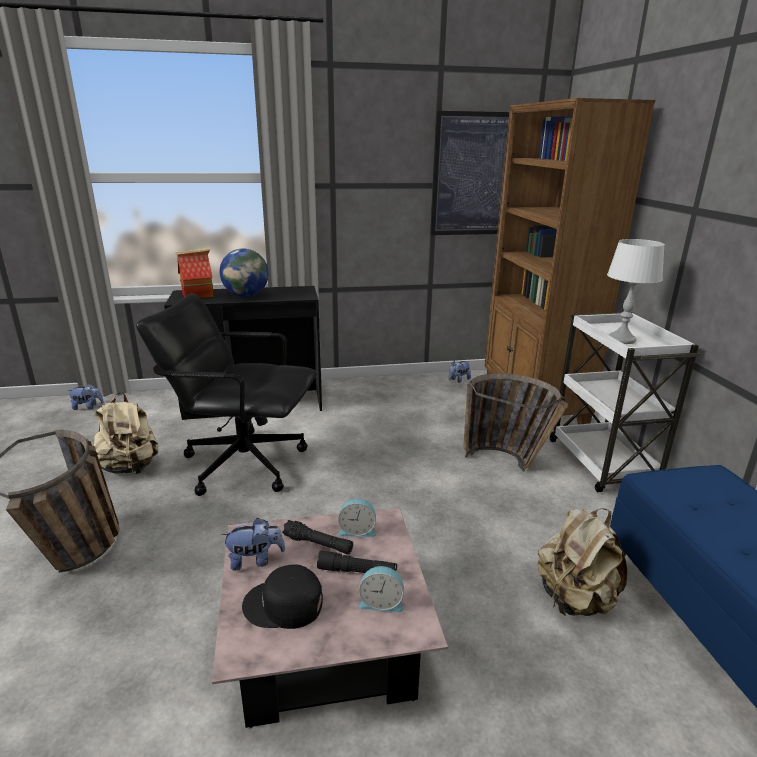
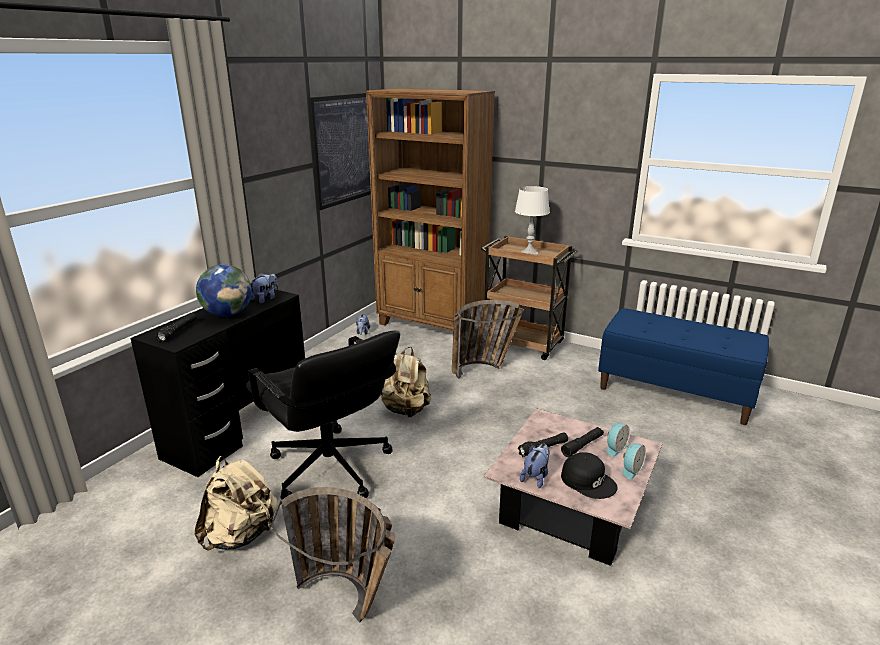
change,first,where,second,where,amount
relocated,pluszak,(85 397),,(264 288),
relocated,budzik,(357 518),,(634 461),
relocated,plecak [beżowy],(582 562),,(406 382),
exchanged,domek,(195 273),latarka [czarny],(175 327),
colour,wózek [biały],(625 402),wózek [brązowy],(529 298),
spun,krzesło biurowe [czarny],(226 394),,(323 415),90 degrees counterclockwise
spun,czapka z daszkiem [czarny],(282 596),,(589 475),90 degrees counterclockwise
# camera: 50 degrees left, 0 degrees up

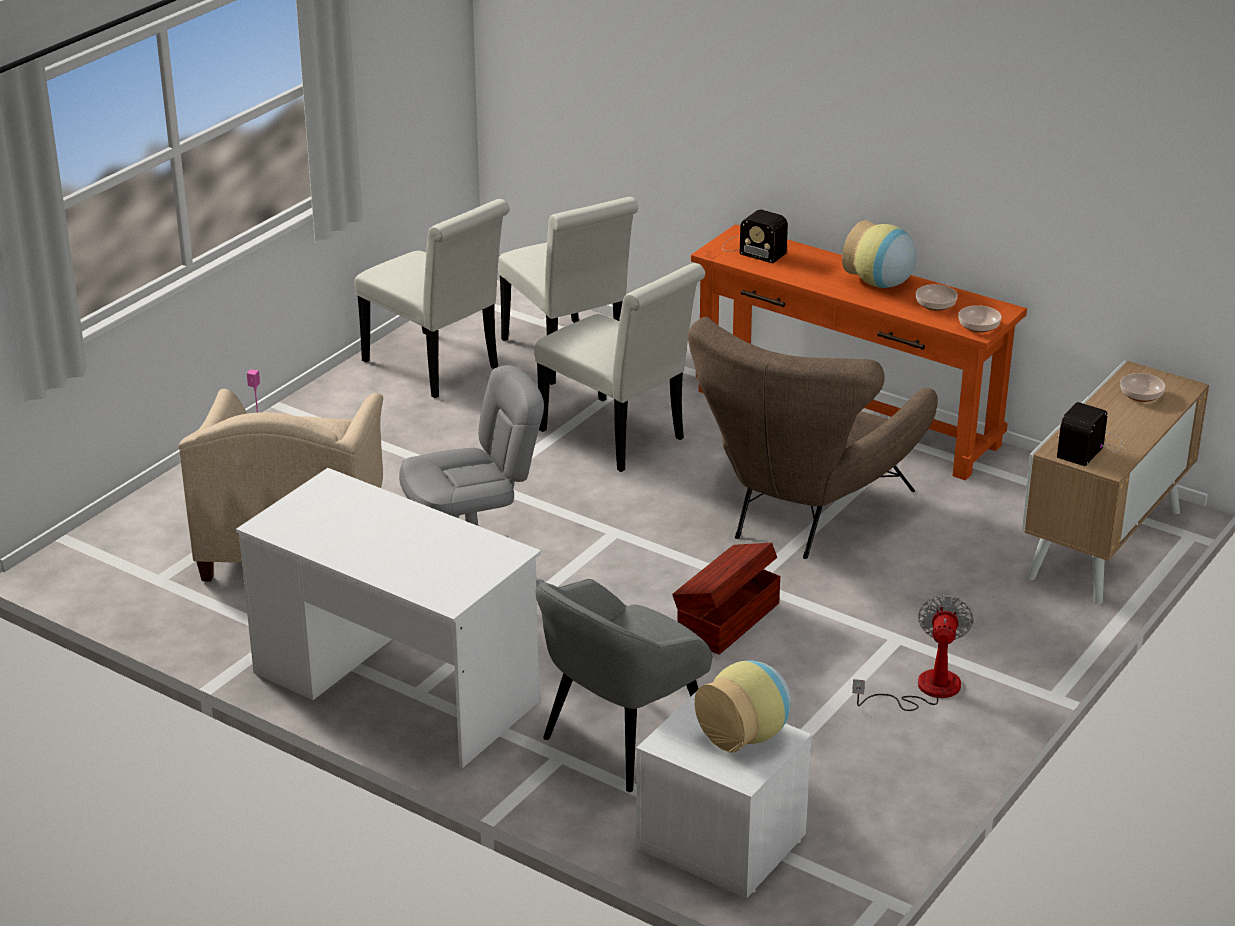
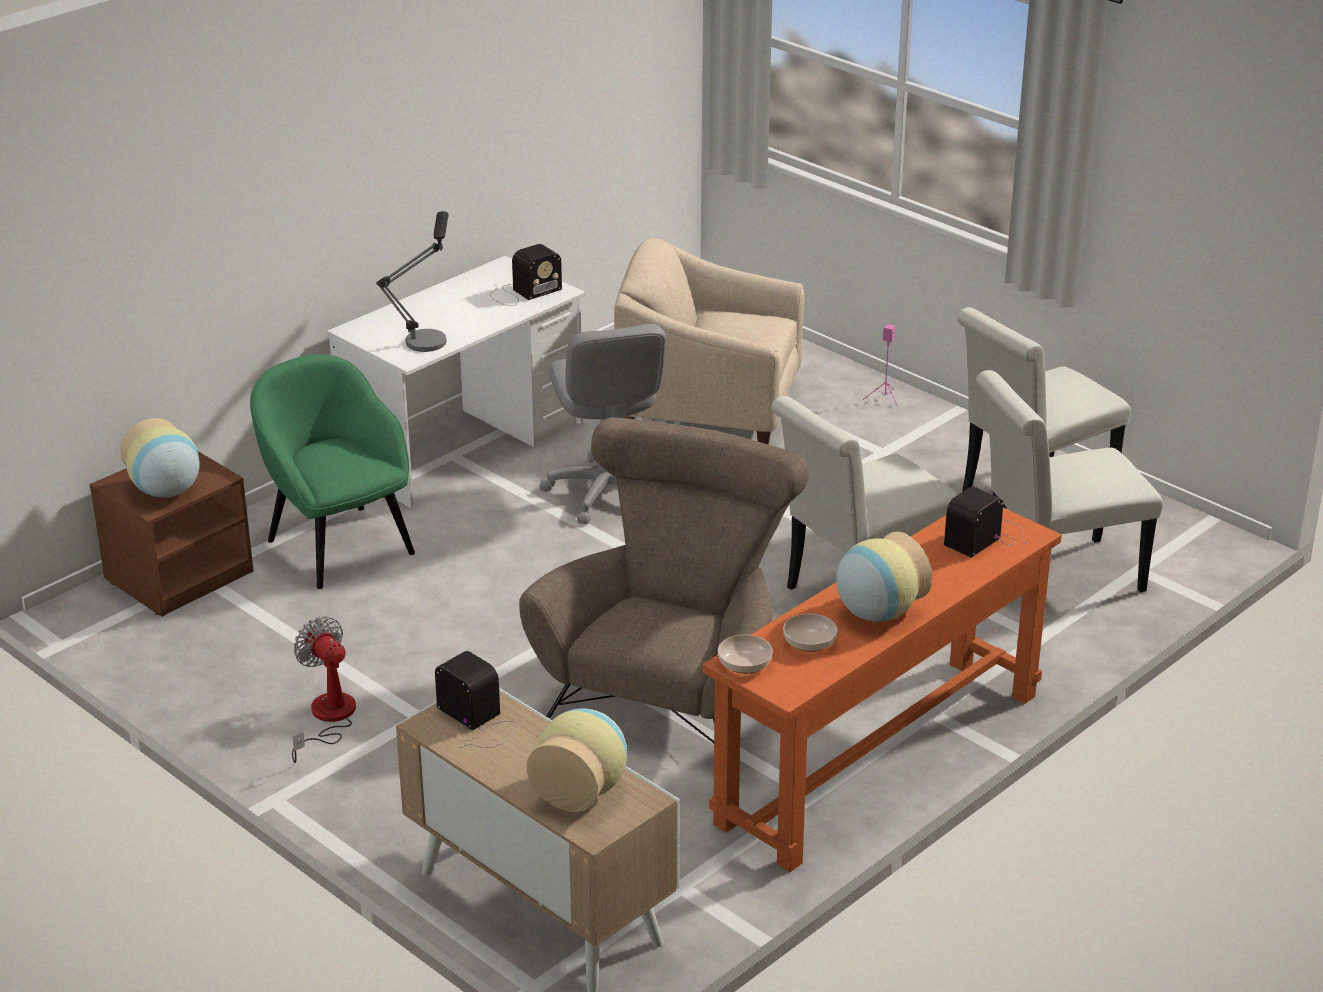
change,first,where,second,where,amount
missing,pojemnik do przechowywania [brązowy],(726 599),,,
appeared,,,lampa stołowa,(412 281),
appeared,,,radio,(526 275),
exchanged,miska,(1142 387),wazon,(577 760),
colour,fotel [szary],(624 685),fotel [zielony],(332 471),
colour,szafka nocna [biały],(724 794),szafka nocna [brązowy],(172 534),
spun,fotel [brązowy],(813 438),,(664 580),75 degrees clockwise
spun,wentylator,(912 653),,(324 689),150 degrees counterclockwise
# camera: 100 degrees right, 0 degrees up

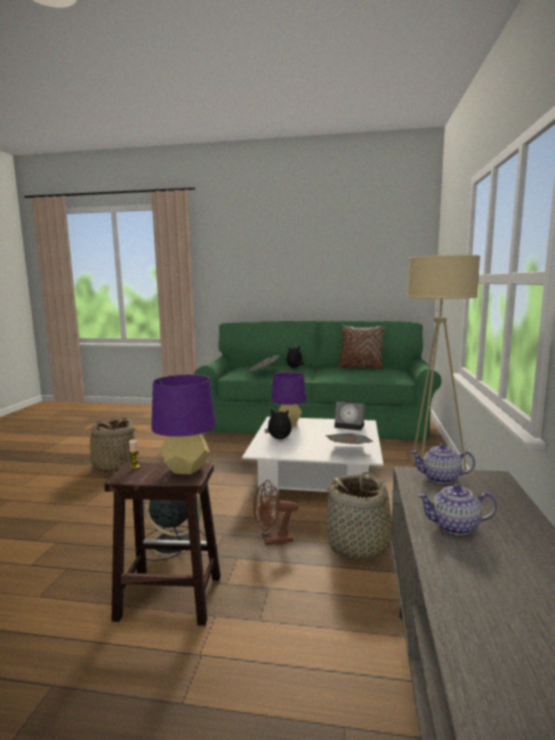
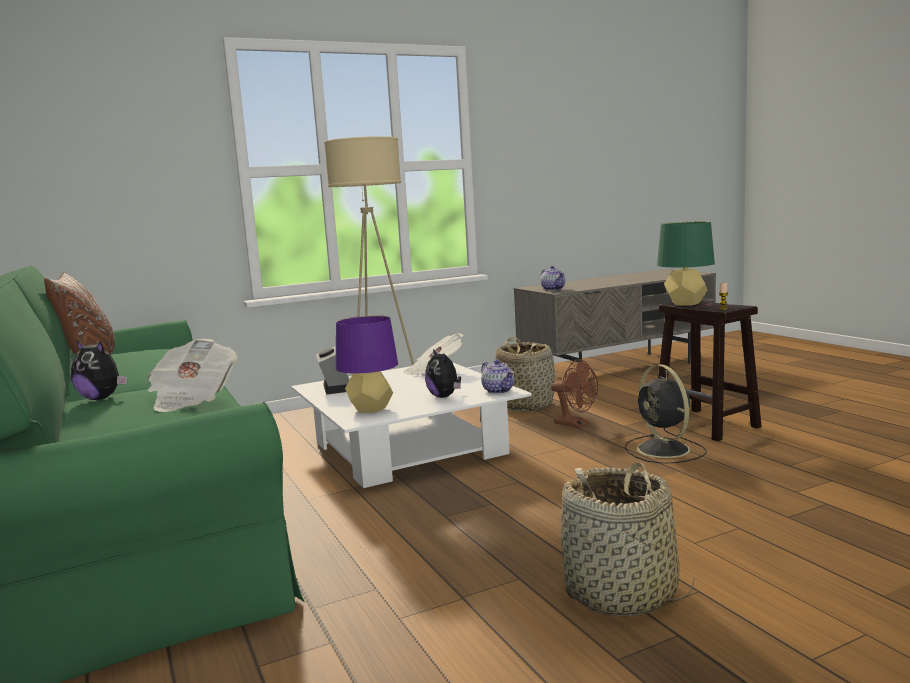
change,first,where,second,where,amount
relocated,imbryk,(457 509),,(497 376),
colour,lampa stołowa [fioletowy],(183 424),lampa stołowa [zielony],(686 263),
# camera: 125 degrees left, 0 degrees up

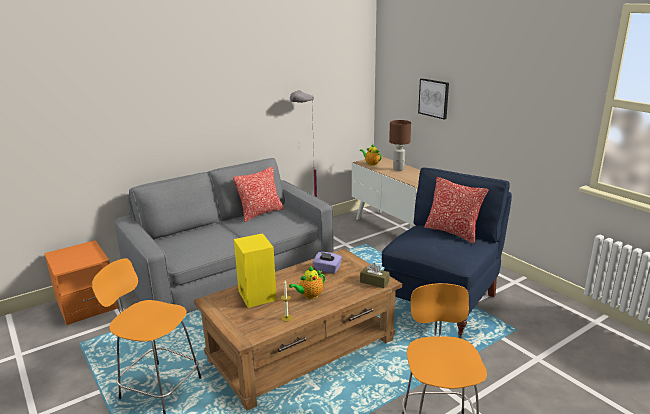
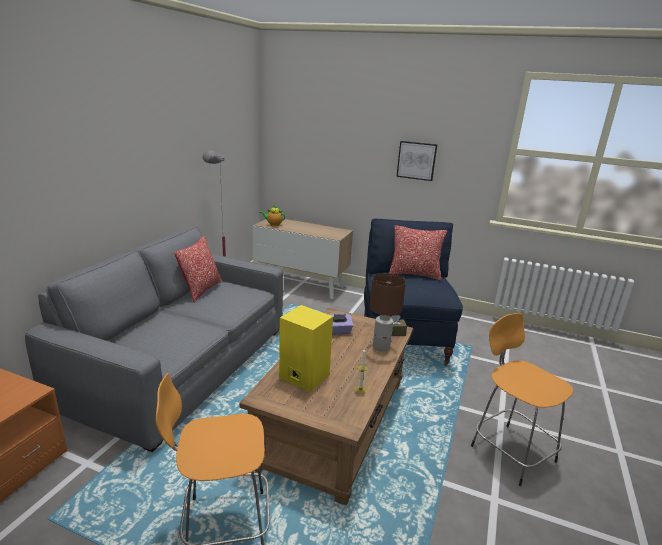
change,first,where,second,where,amount
missing,imbryk,(307 282),,,
relocated,lampa stołowa [brązowy],(400 145),,(388 312),
relocated,obraz,(433 98),,(416 161),
# camera: 35 degrees left, 0 degrees up

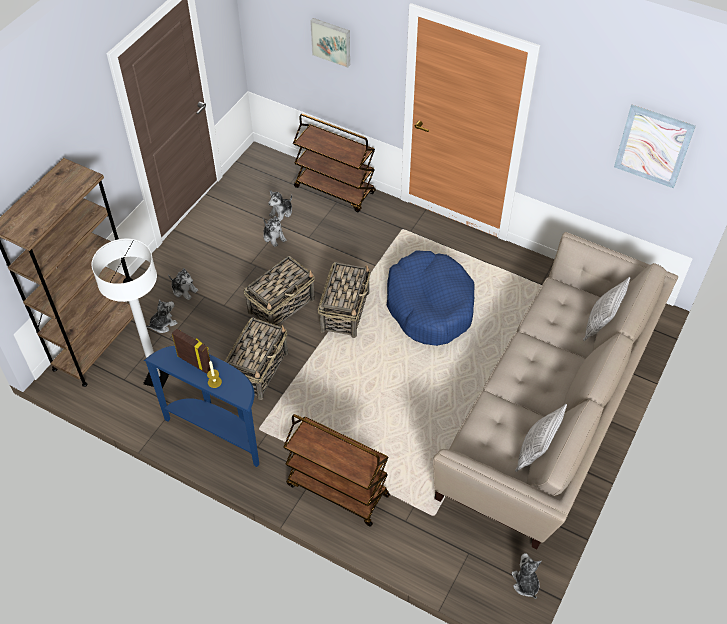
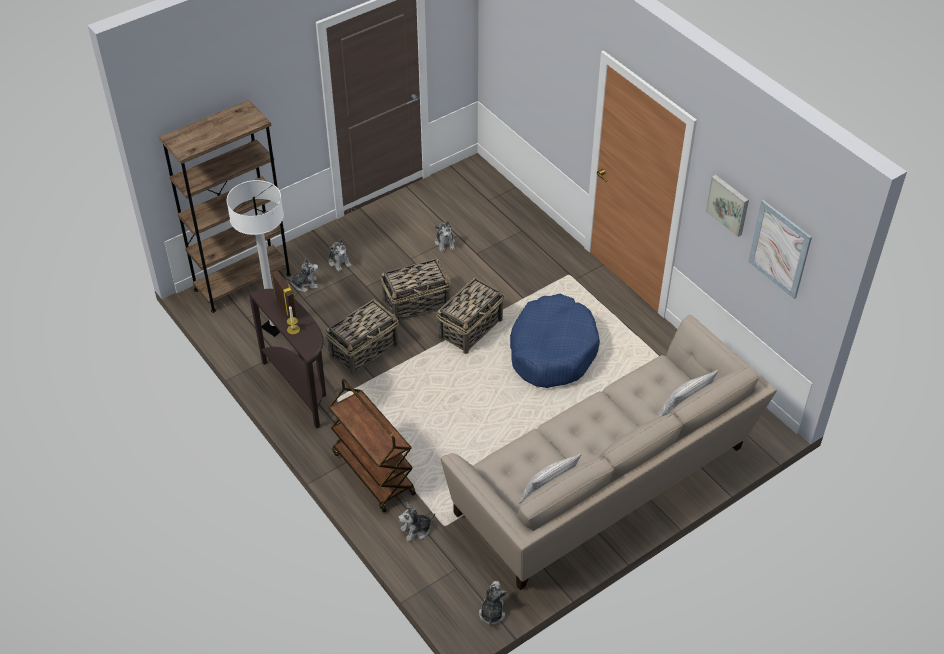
change,first,where,second,where,amount
missing,wózek [brązowy],(334 163),,,
relocated,pluszak,(280 205),,(416 522),
relocated,obraz,(330 43),,(727 206),
colour,stolik konsolowy [niebieski],(201 406),stolik konsolowy [brązowy],(287 359),
# camera: 25 degrees right, 5 degrees down

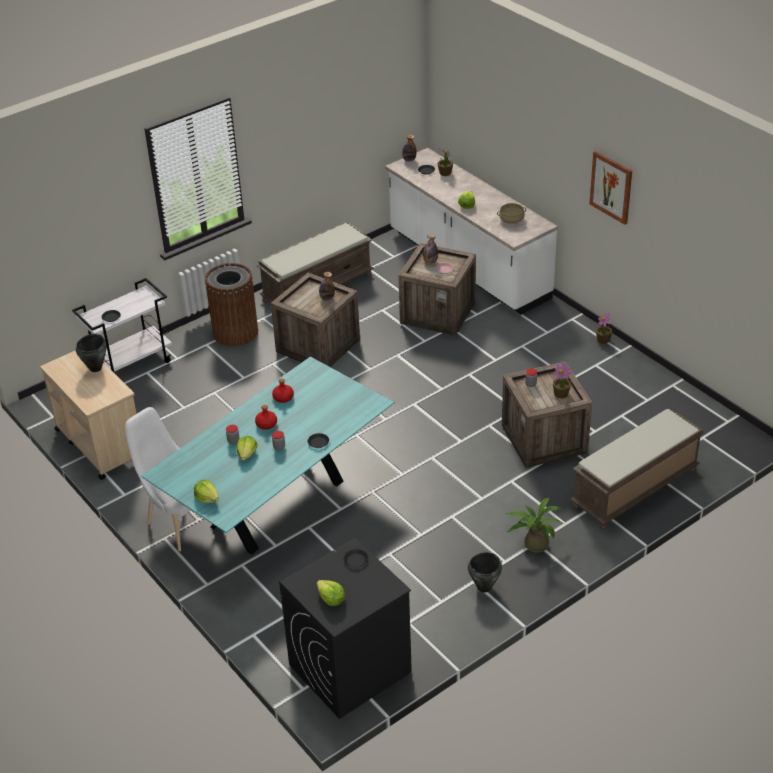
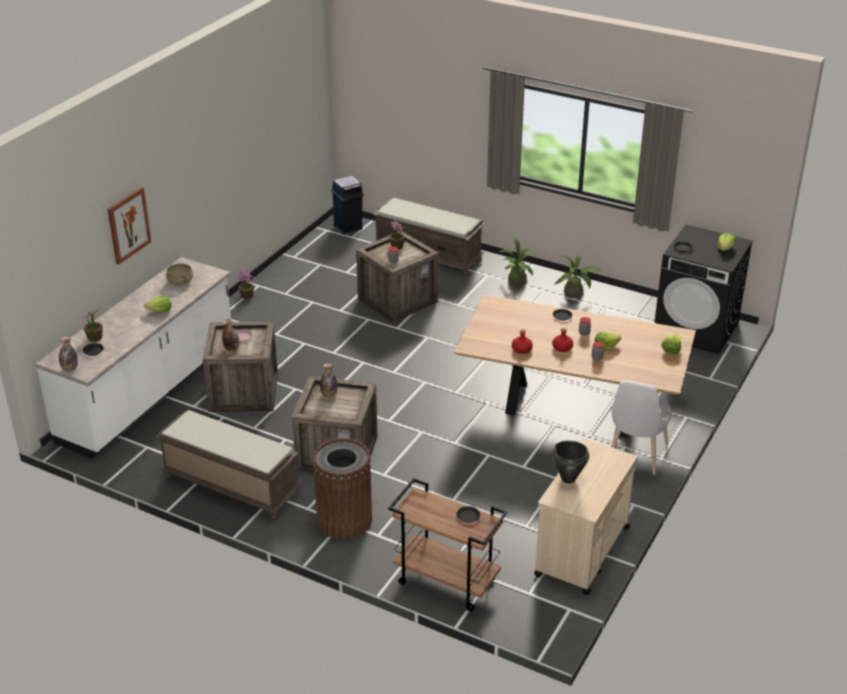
change,first,where,second,where,amount
appeared,,,kosz na śmieci [niebieski],(347 205),
relocated,obraz,(610 188),,(129 226),
exchanged,garnek [czarny],(485 572),roślina doniczkowa,(578 276),
colour,wózek [biały],(122 325),wózek [brązowy],(447 545),
colour,stół jadalny [turkusowy],(268 455),stół jadalny [brązowy],(575 366),
# camera: 115 degrees left, 5 degrees down

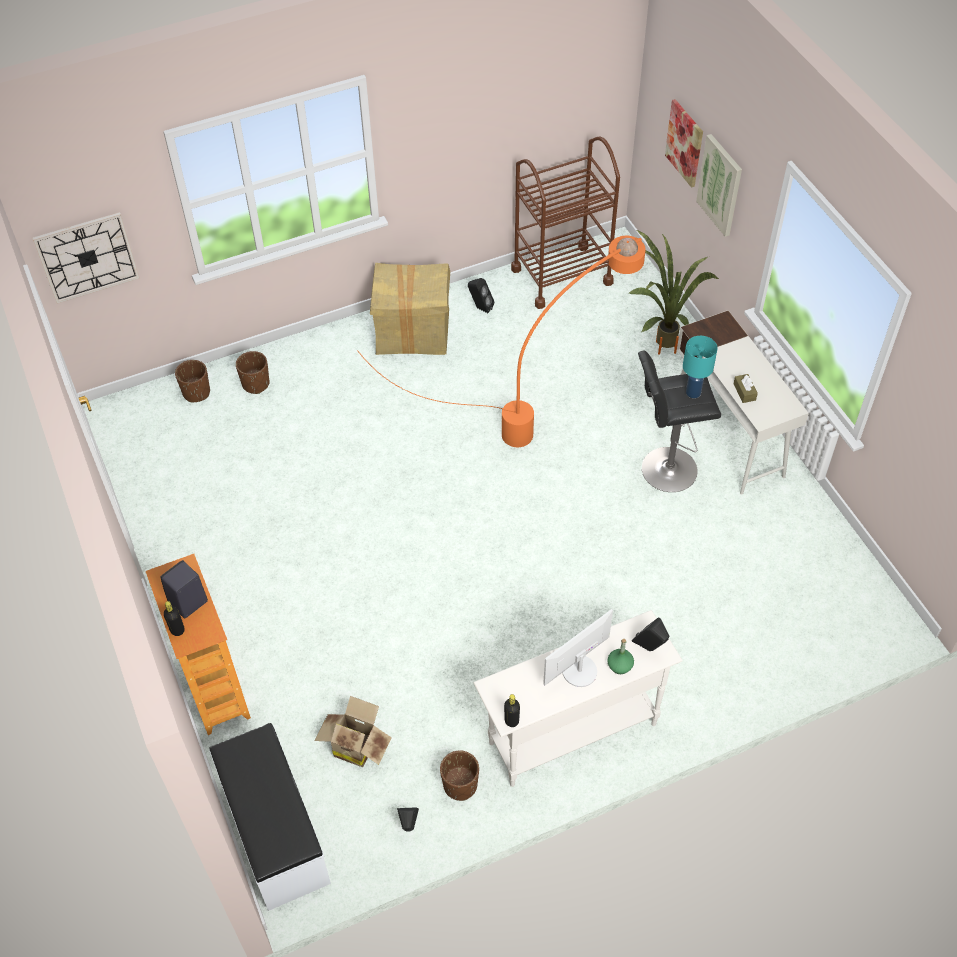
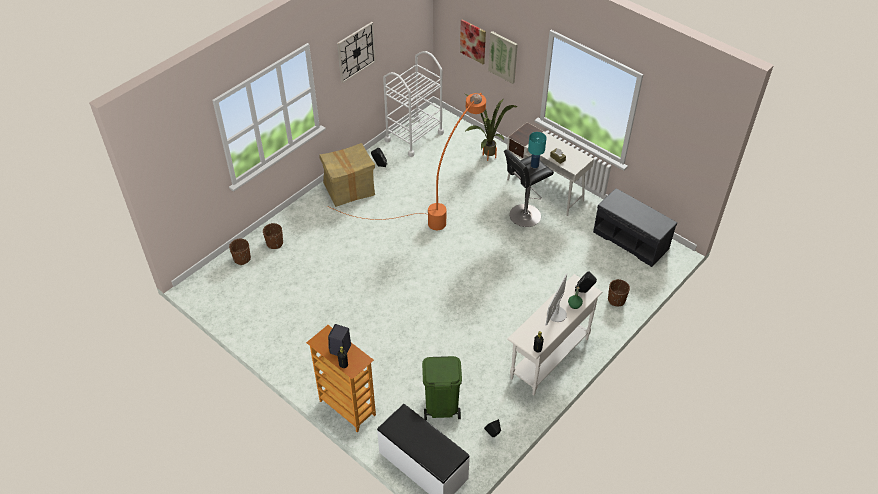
change,first,where,second,where,amount
appeared,,,ławka [szary],(635 227),
relocated,zegar ścienny,(86 258),,(356 53),
relocated,donica [brązowy],(459 775),,(619 292),
exchanged,karton,(353 731),kosz na śmieci [zielony],(442 388),
colour,wózek [brązowy],(565 223),wózek [biały],(413 104),
# camera: 25 degrees left, 5 degrees down

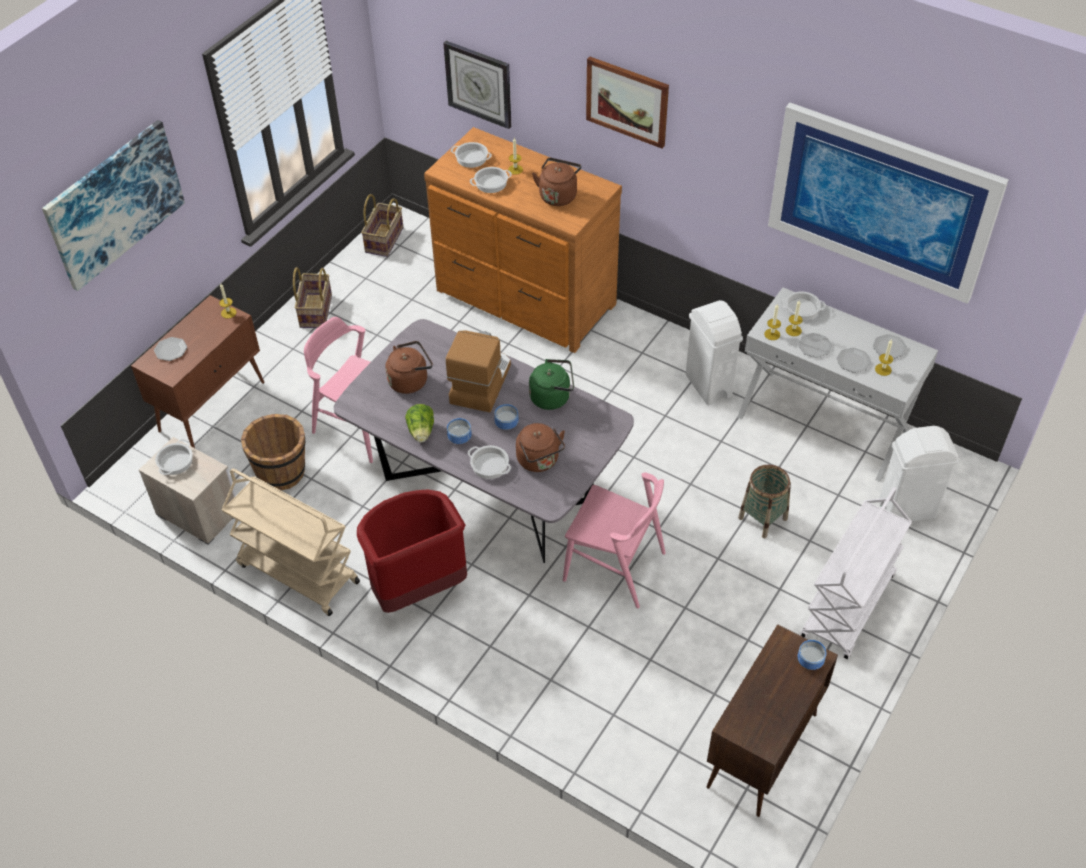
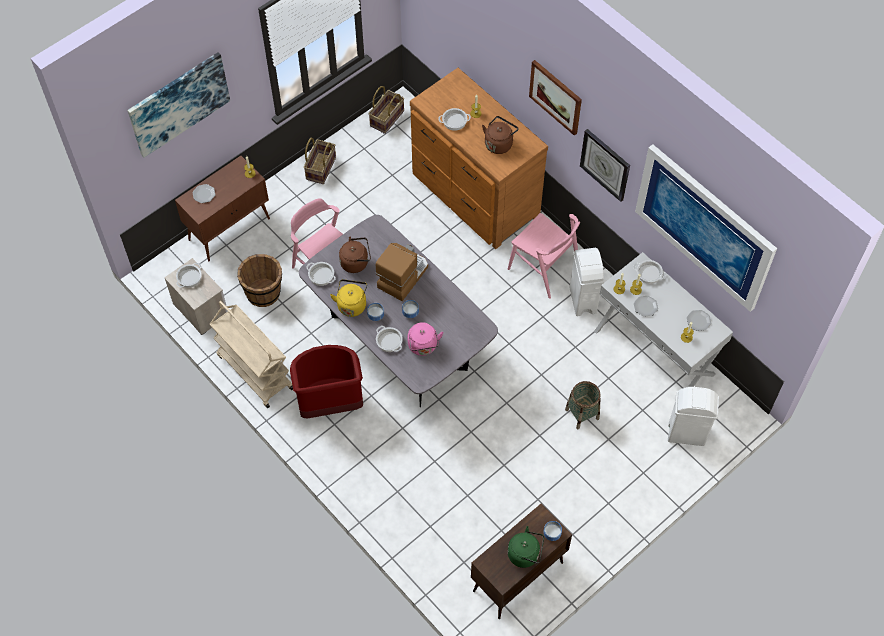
change,first,where,second,where,amount
missing,wózek [biały],(856 573),,,
missing,talerz,(853 360),,,
relocated,zegar ścienny,(477 85),,(605 165),
relocated,garnek,(471 155),,(321 274),
relocated,czajnik [zielony],(551 384),,(526 547),
relocated,krzesło [różowy],(614 540),,(544 256),
exchanged,sałata,(419 423),czajnik [żółty],(348 298),
colour,czajnik [brązowy],(540 447),czajnik [różowy],(425 339),
# camera: 15 degrees right, 10 degrees up

